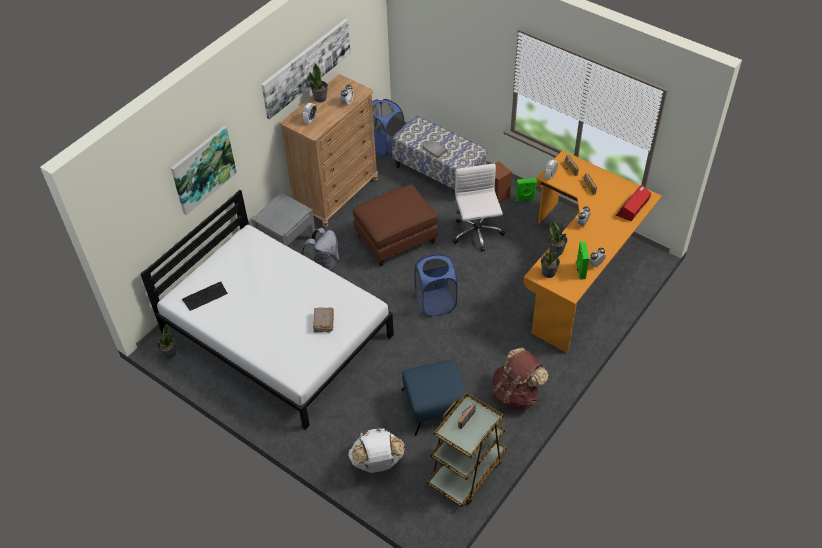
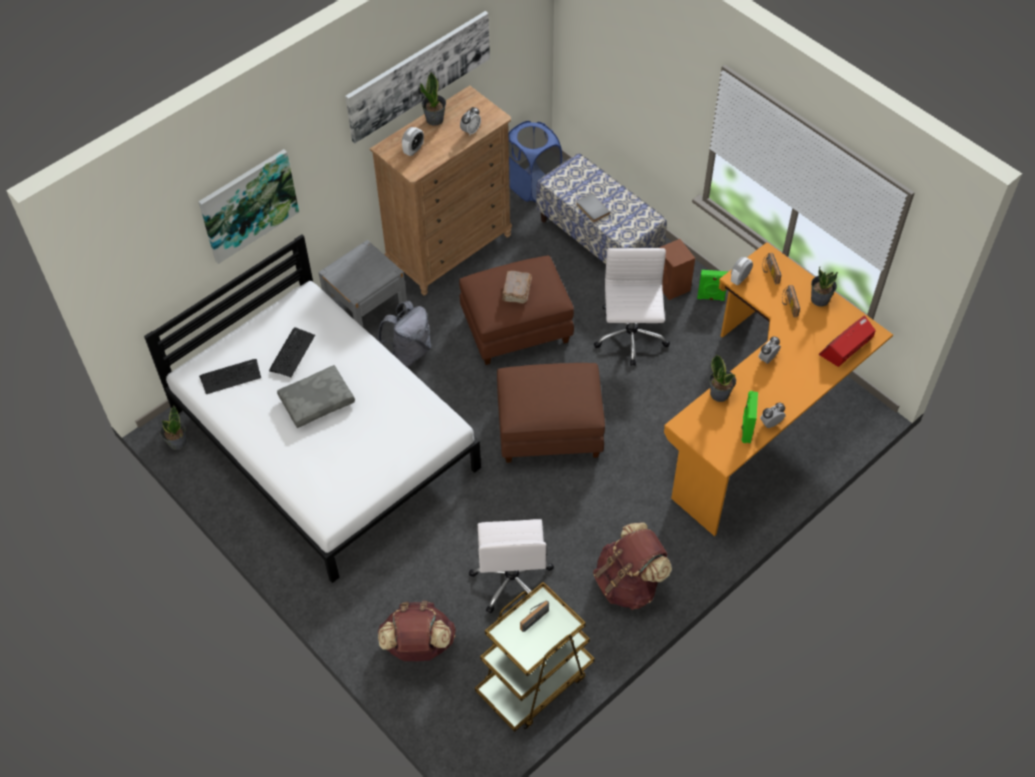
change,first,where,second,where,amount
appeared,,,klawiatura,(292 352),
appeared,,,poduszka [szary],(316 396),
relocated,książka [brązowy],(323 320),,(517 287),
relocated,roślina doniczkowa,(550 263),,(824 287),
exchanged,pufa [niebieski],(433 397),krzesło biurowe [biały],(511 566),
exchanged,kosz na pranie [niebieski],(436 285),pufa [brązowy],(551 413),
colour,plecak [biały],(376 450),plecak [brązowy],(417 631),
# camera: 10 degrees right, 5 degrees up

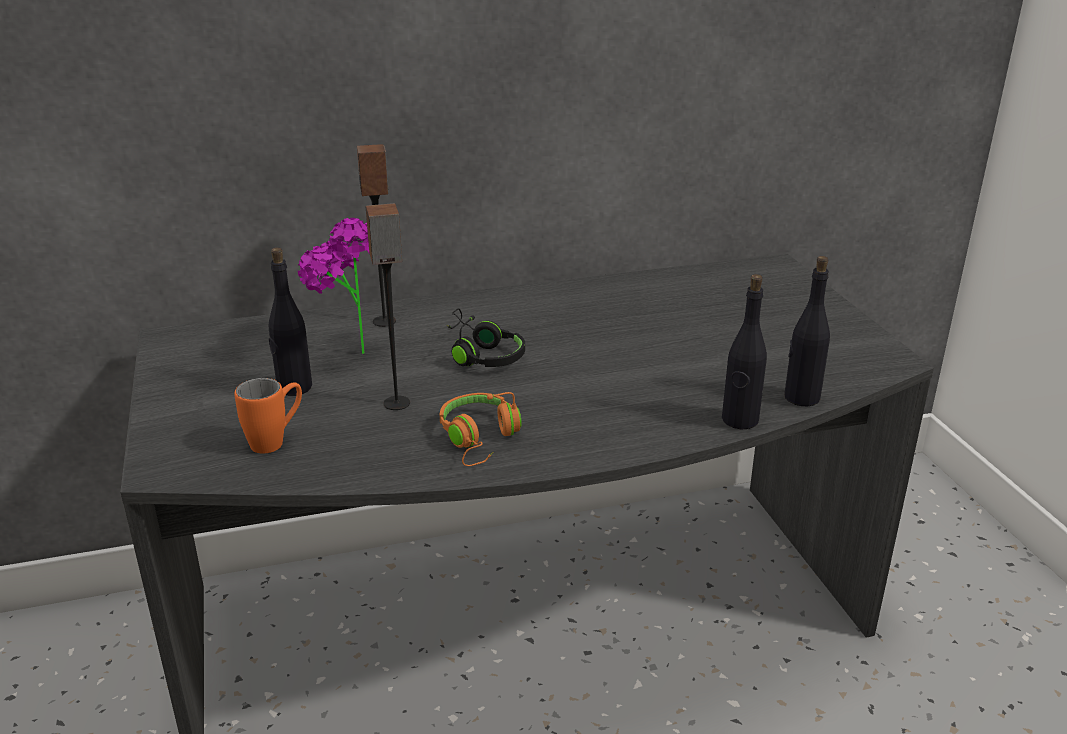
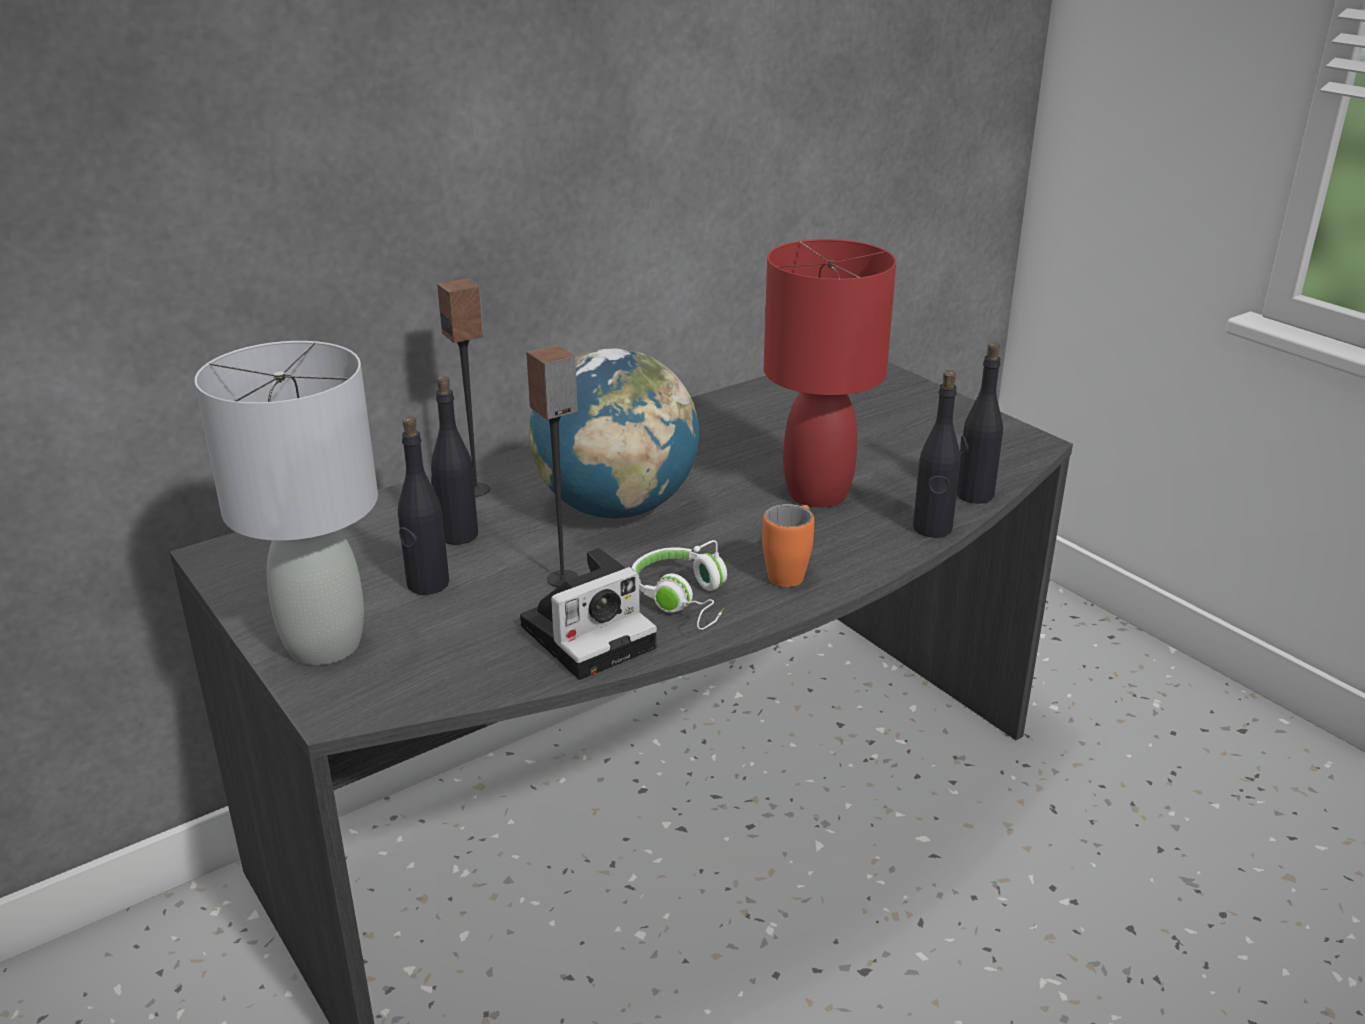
change,first,where,second,where,amount
appeared,,,lampa stołowa [szary],(286 503),
appeared,,,aparat fotograficzny,(588 614),
appeared,,,lampa stołowa [czerwony],(830 373),
relocated,kubek [pomarańczowy],(268 416),,(788 545),
exchanged,roślina doniczkowa,(334 286),butelka [czarny],(454 460),
exchanged,słuchawki [czarny],(486 338),globus,(614 433),
colour,słuchawki [pomarańczowy],(480 429),słuchawki [biały],(679 585),
# camera: 20 degrees left, 0 degrees up

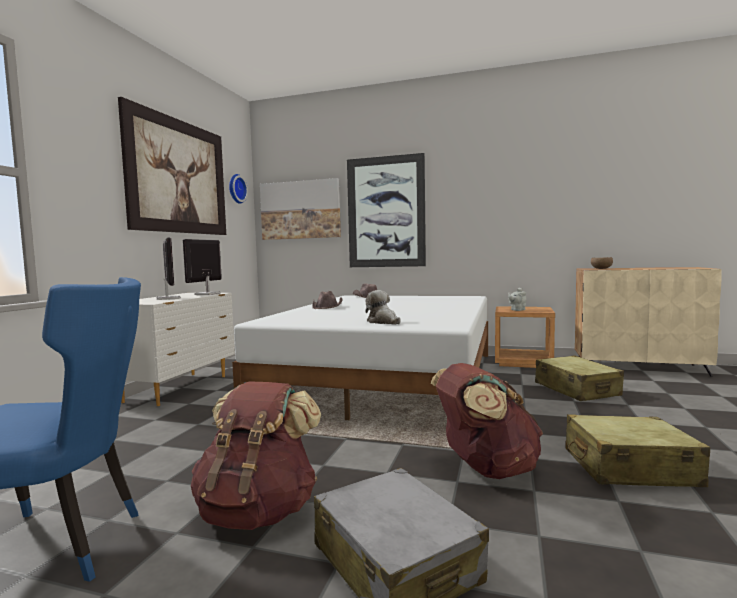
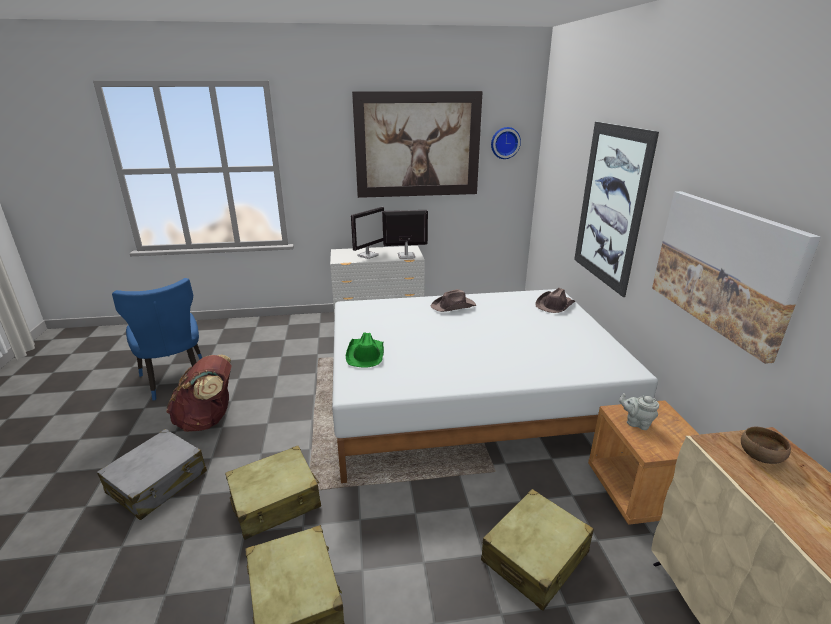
change,first,where,second,where,amount
relocated,obraz,(300 209),,(736 277),
exchanged,pluszak,(383 307),kapelusz [zielony],(365 350),
exchanged,plecak [brązowy],(487 421),walizka [beżowy],(273 493),
# camera: 65 degrees right, 20 degrees up

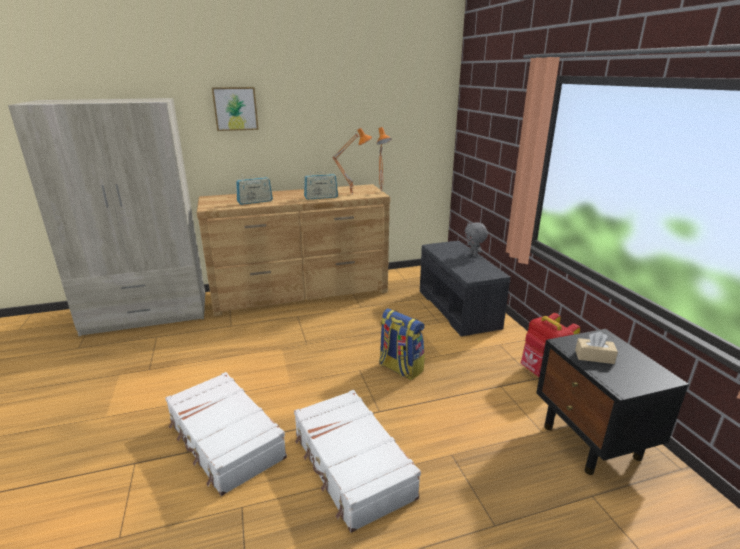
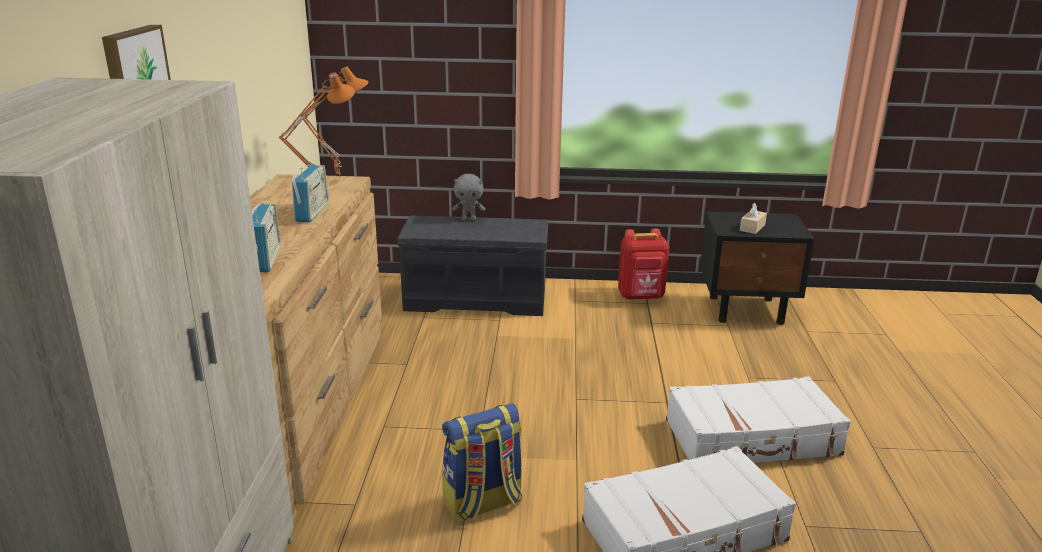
change,first,where,second,where,amount
relocated,plecak,(402 344),,(482 463),
# camera: 70 degrees left, 0 degrees up

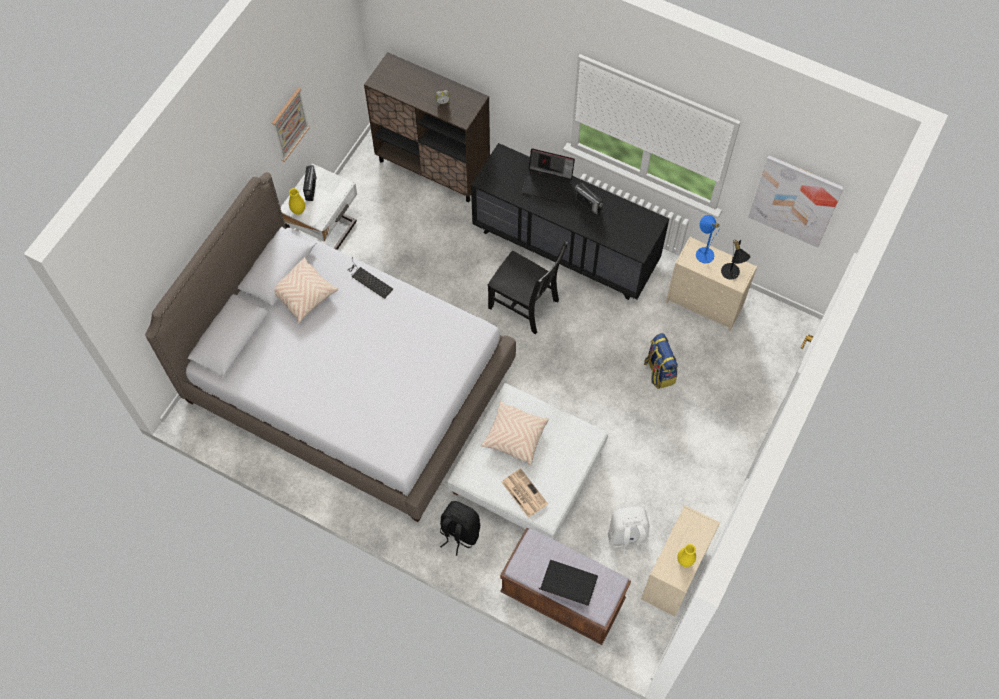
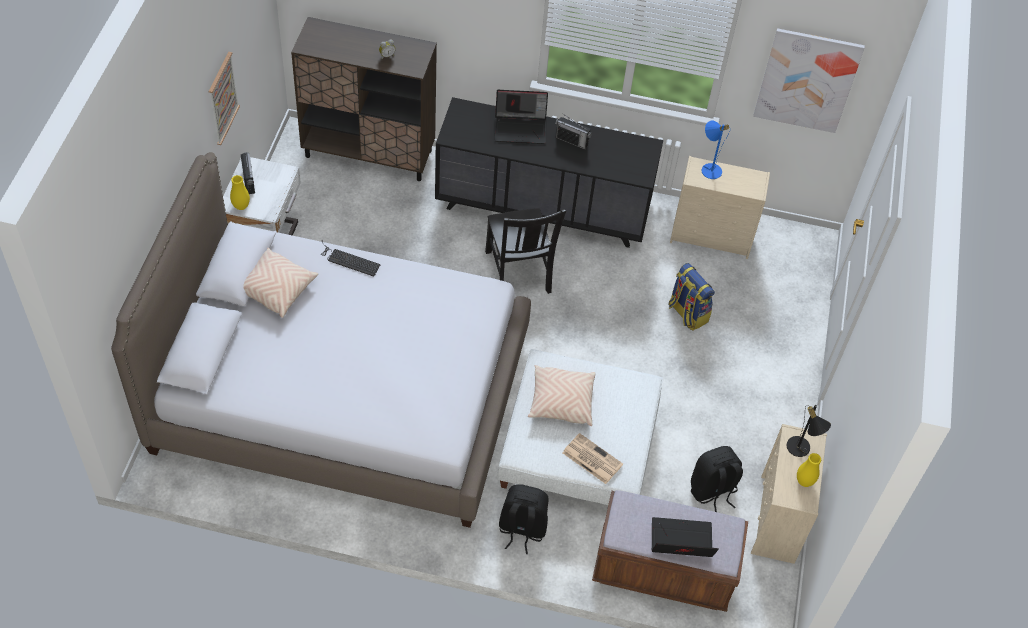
change,first,where,second,where,amount
relocated,lampa stołowa [czarny],(736 259),,(808 431),
colour,plecak [biały],(629 532),plecak [czarny],(717 479),
spun,krzesło [czarny],(528 288),,(525 251),60 degrees clockwise
# camera: 20 degrees left, 10 degrees down

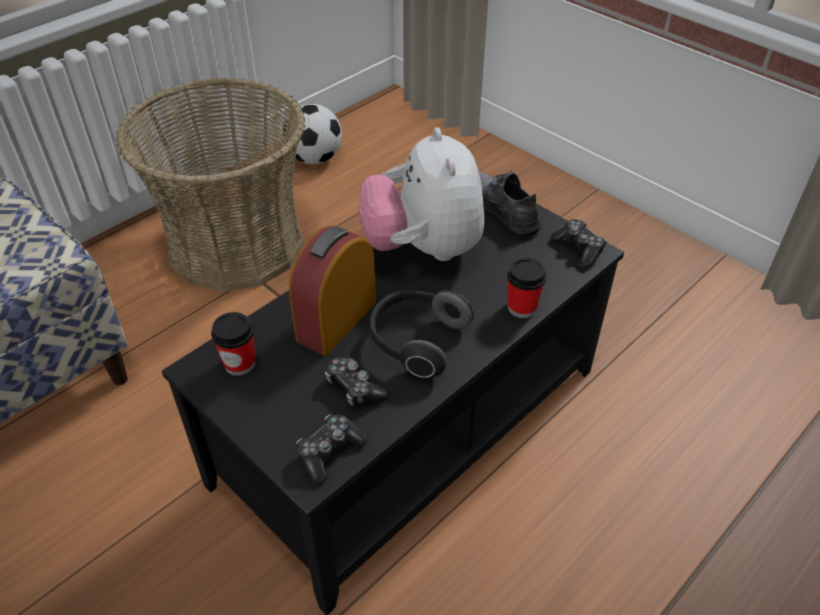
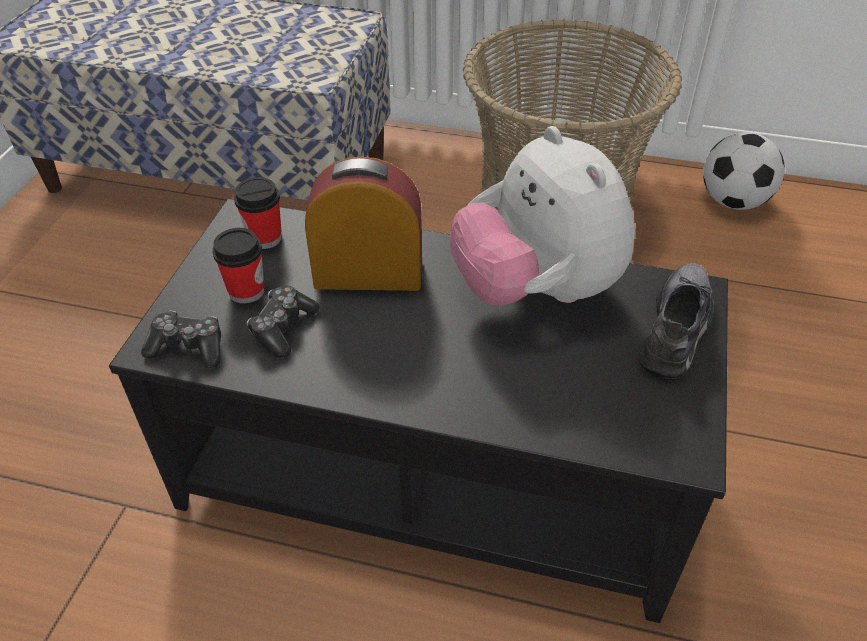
change,first,where,second,where,amount
missing,słuchawki,(422 334),,,
missing,pad do gier,(578 243),,,
relocated,filiżanka,(526 288),,(238 266),
spun,pluszak,(422 194),,(542 216),75 degrees counterclockwise
# camera: 60 degrees right, 0 degrees up

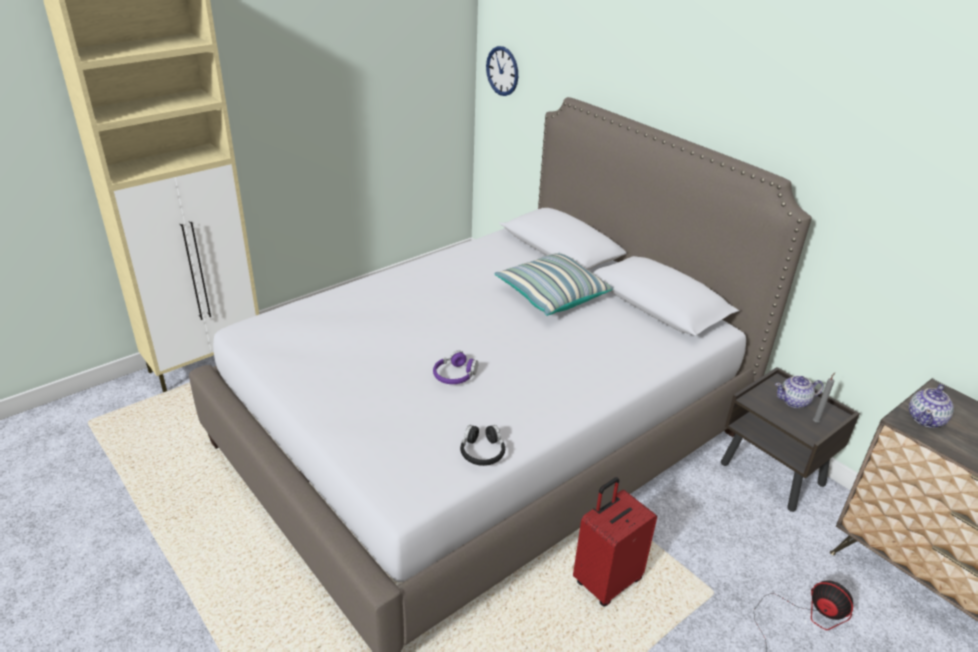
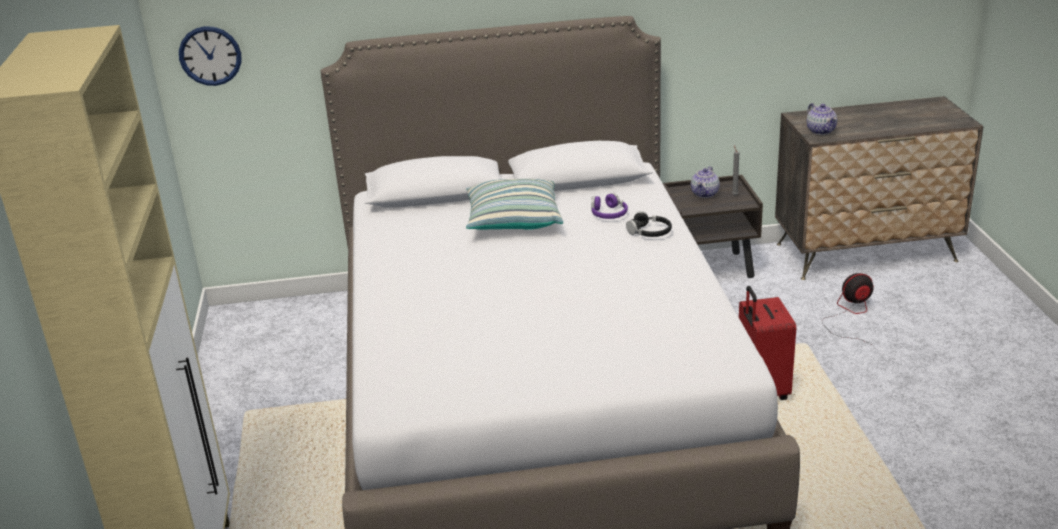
change,first,where,second,where,amount
relocated,słuchawki [fioletowy],(455 367),,(609 206),
relocated,słuchawki [czarny],(482 445),,(649 224),
# camera: 55 degrees left, 5 degrees down

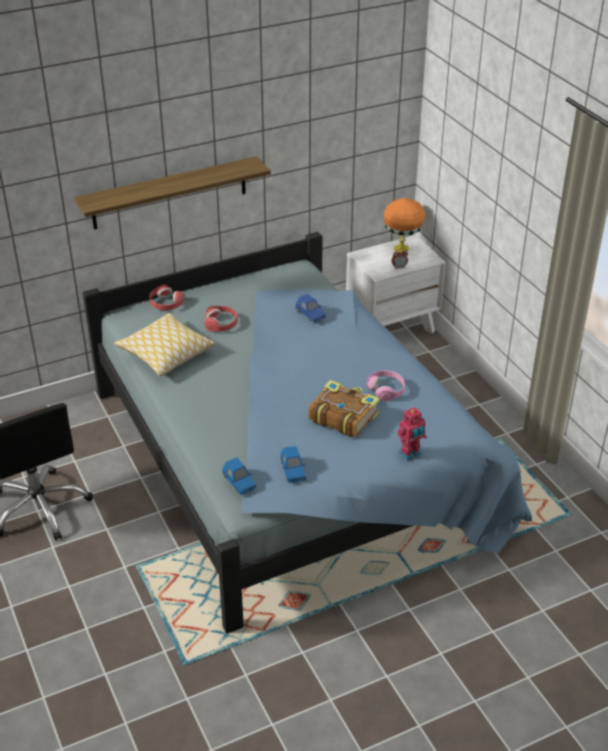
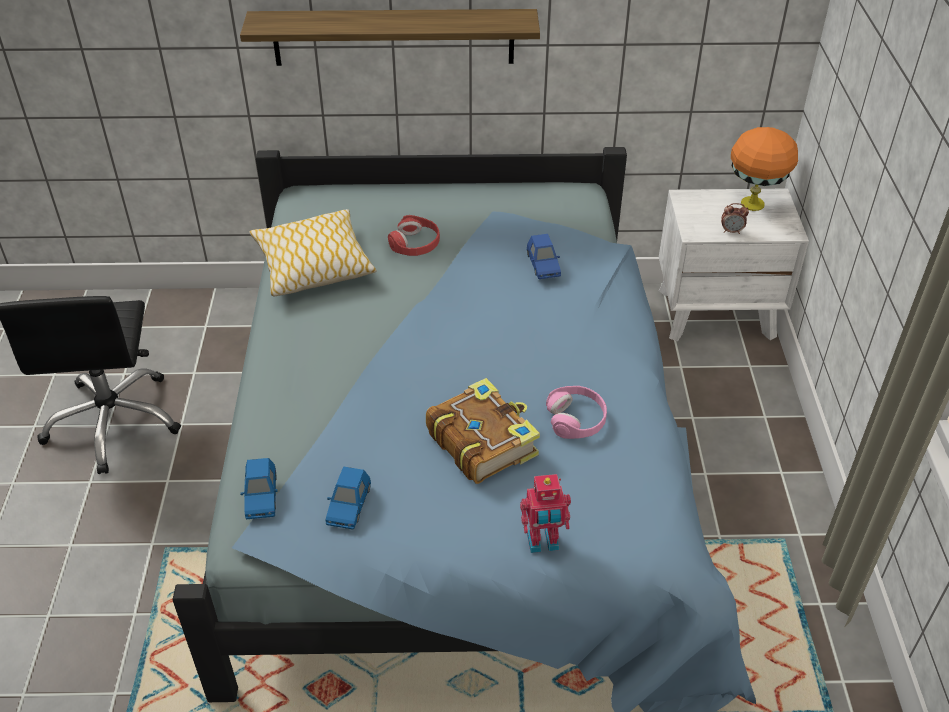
change,first,where,second,where,amount
missing,słuchawki [czerwony],(166 297),,,
# camera: 25 degrees right, 5 degrees up

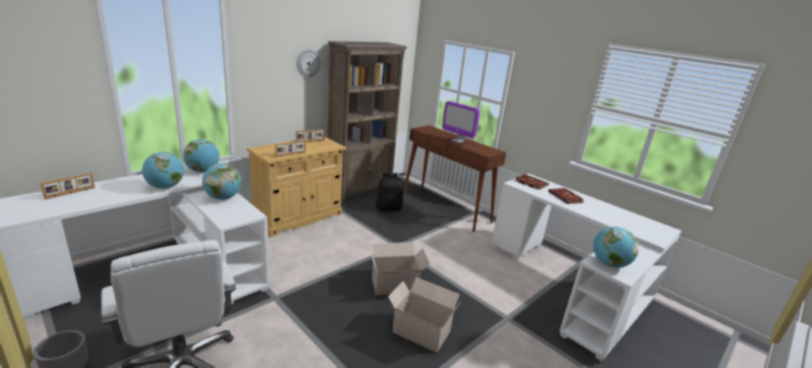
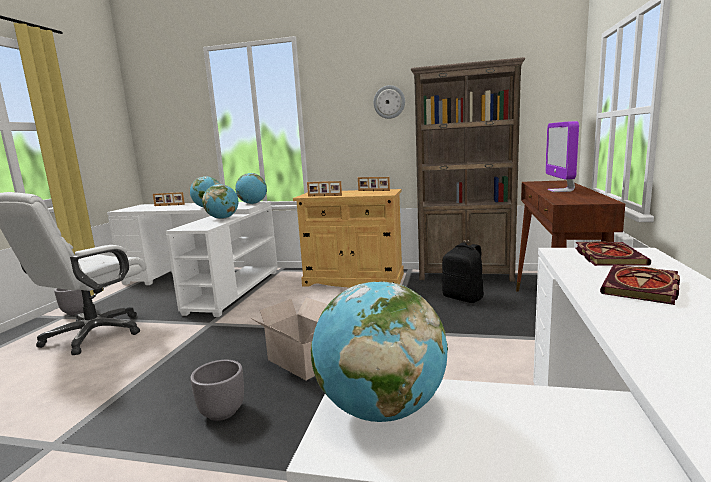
change,first,where,second,where,amount
exchanged,karton,(424 315),donica [szary],(217 390),
# camera: 60 degrees right, 10 degrees down

